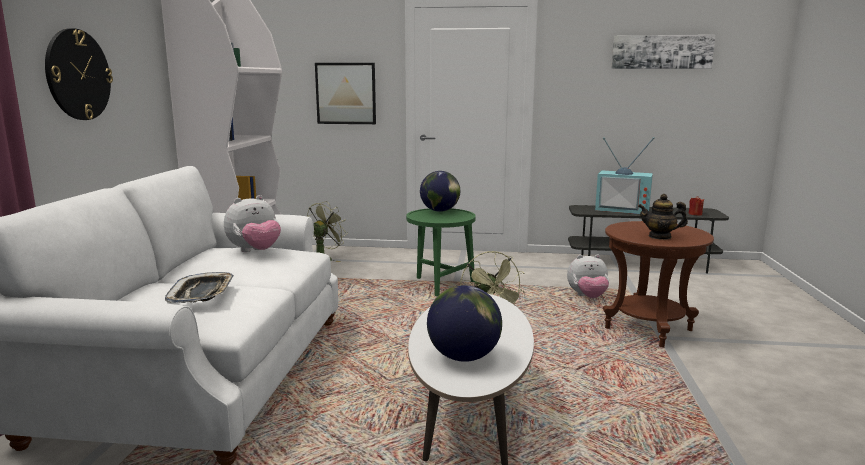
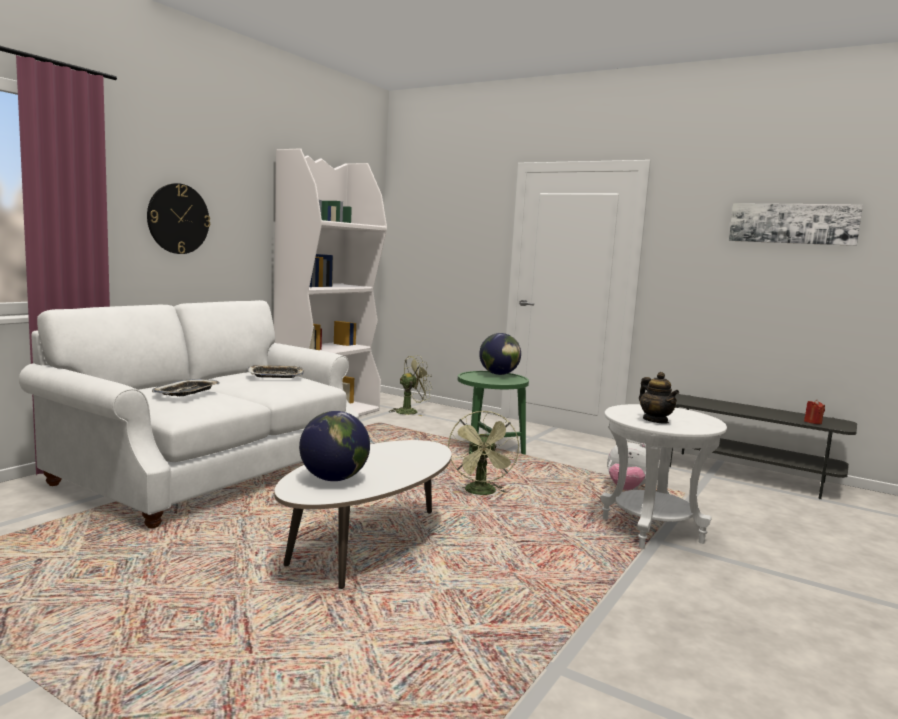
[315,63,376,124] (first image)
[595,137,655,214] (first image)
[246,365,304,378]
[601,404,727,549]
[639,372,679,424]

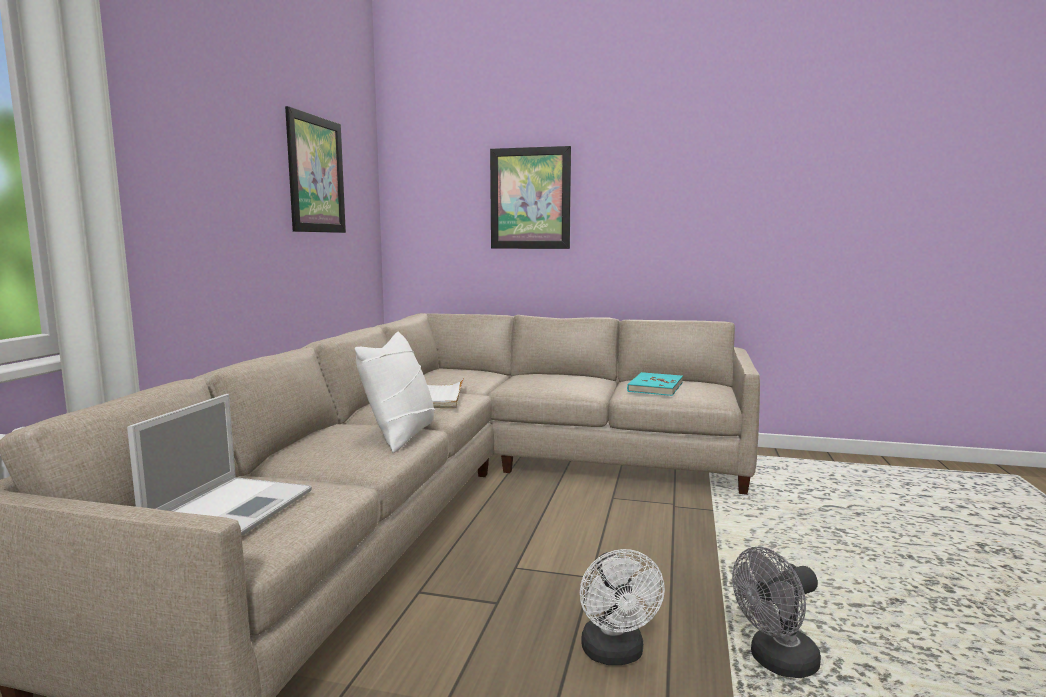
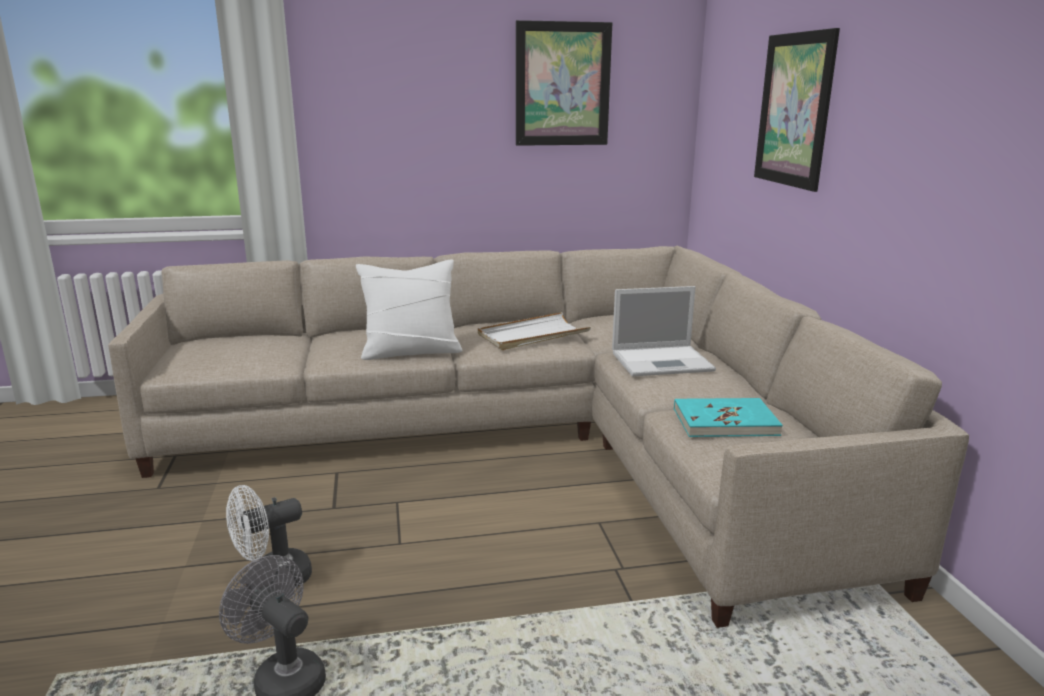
[612,286,716,377]

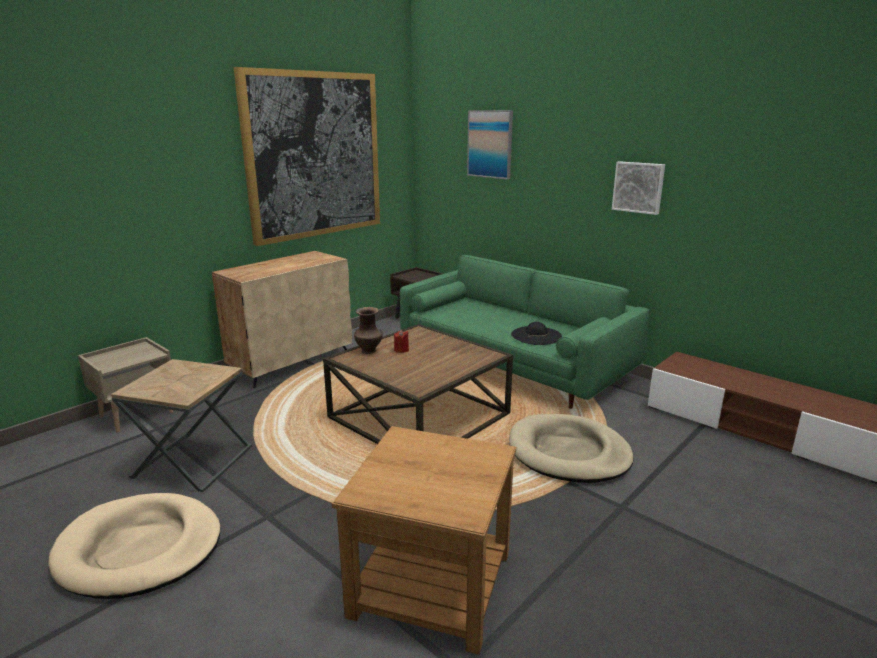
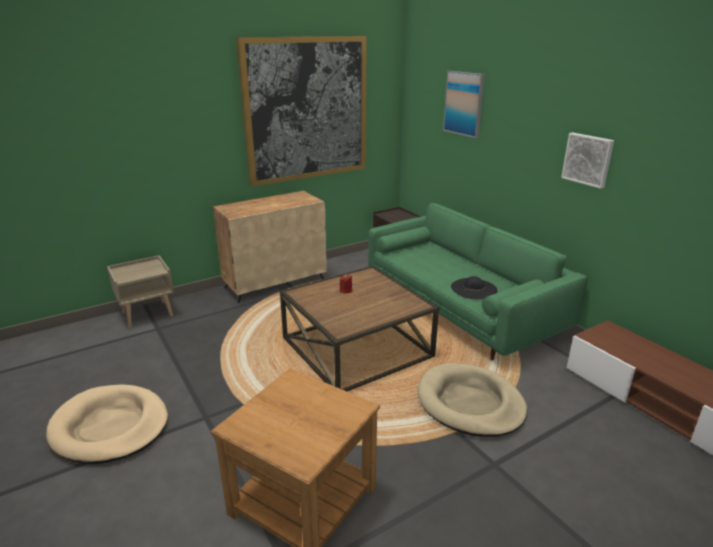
[111,359,252,492] (first image)
[354,307,383,354] (first image)

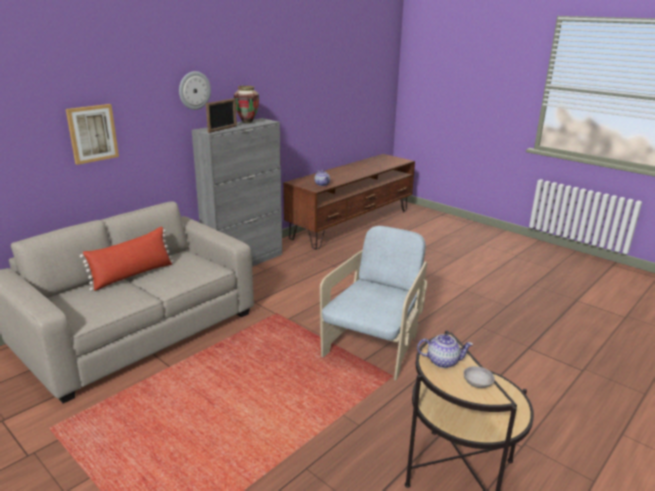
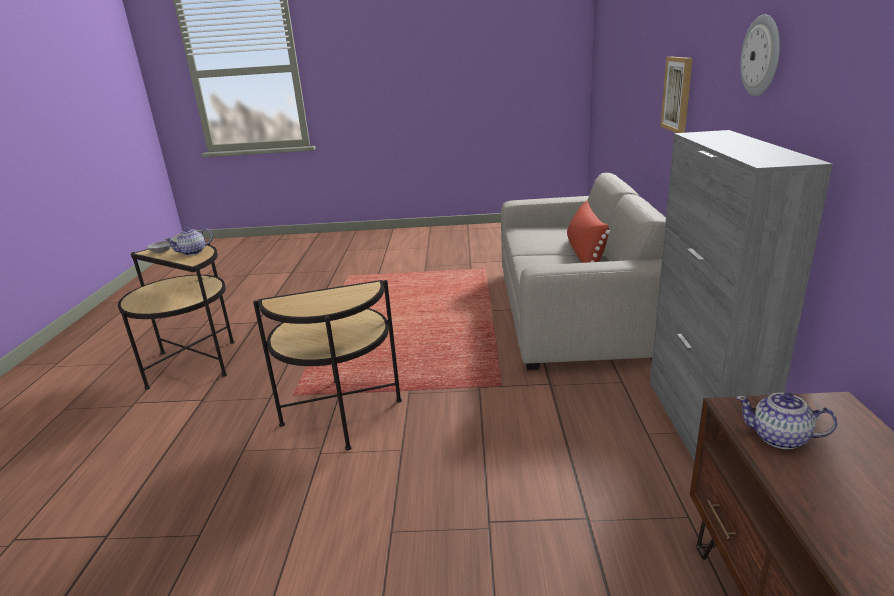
[206,98,237,133] (first image)
[234,86,259,123] (first image)
[253,280,402,450]

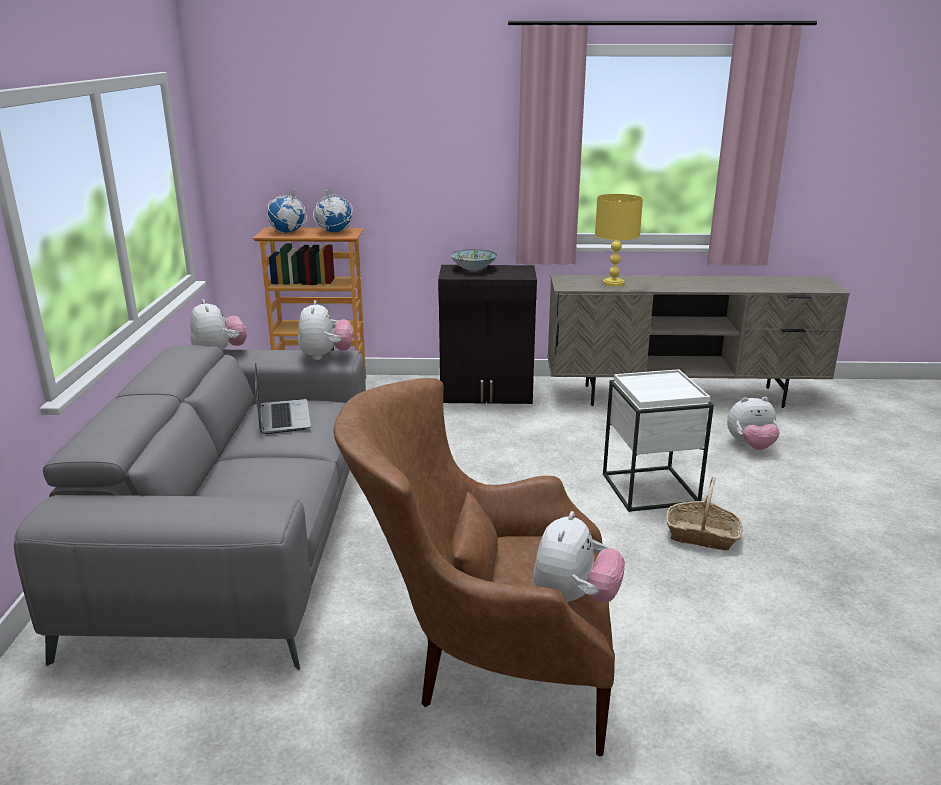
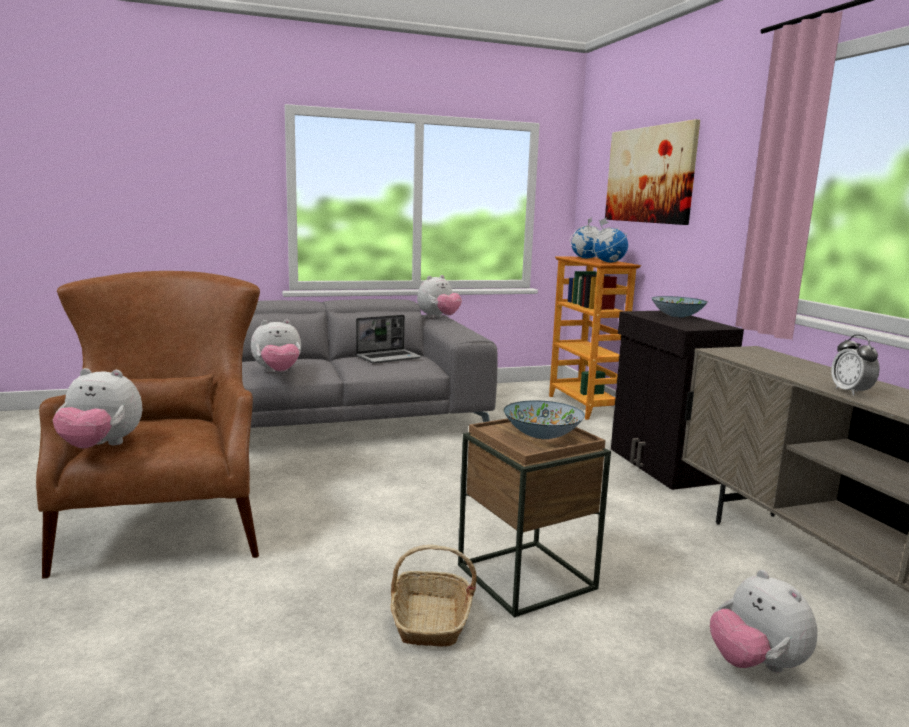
[595,194,643,286] (first image)
[503,400,585,439]
[605,119,700,225]
[831,334,880,396]
[251,319,301,372]
[458,418,611,618]

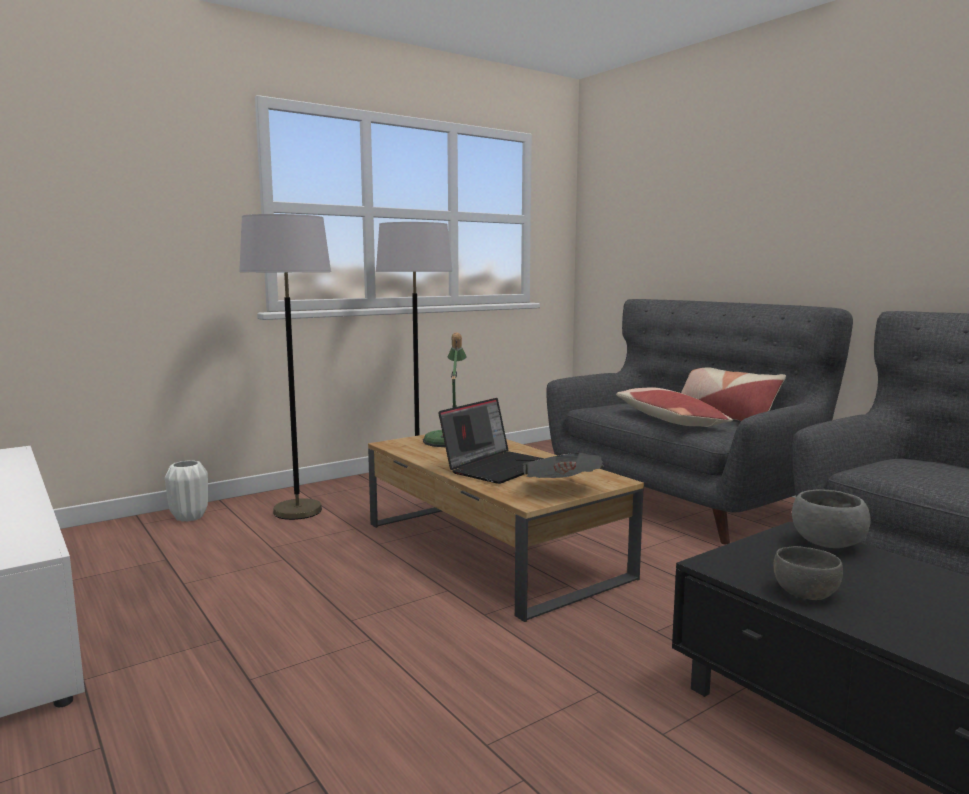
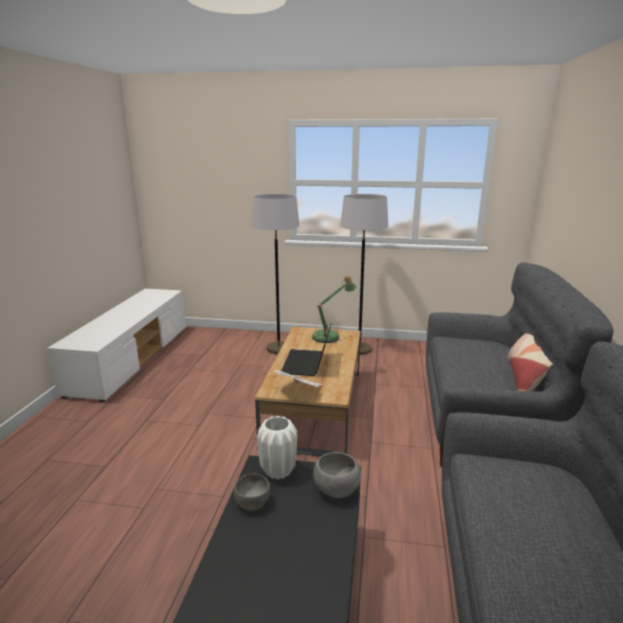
[616,388,733,427] (first image)
[257,416,297,479]
[281,323,332,376]

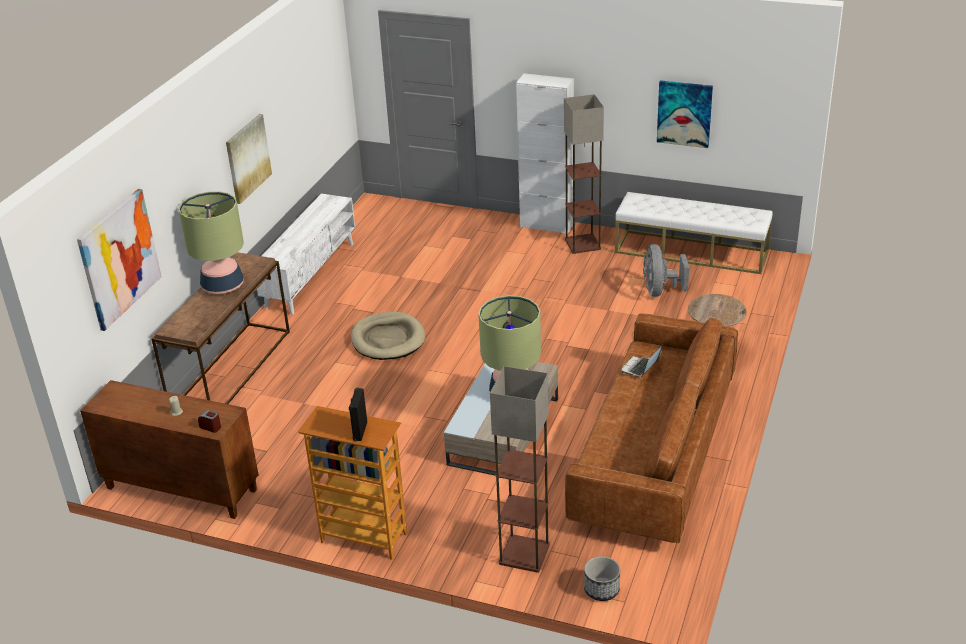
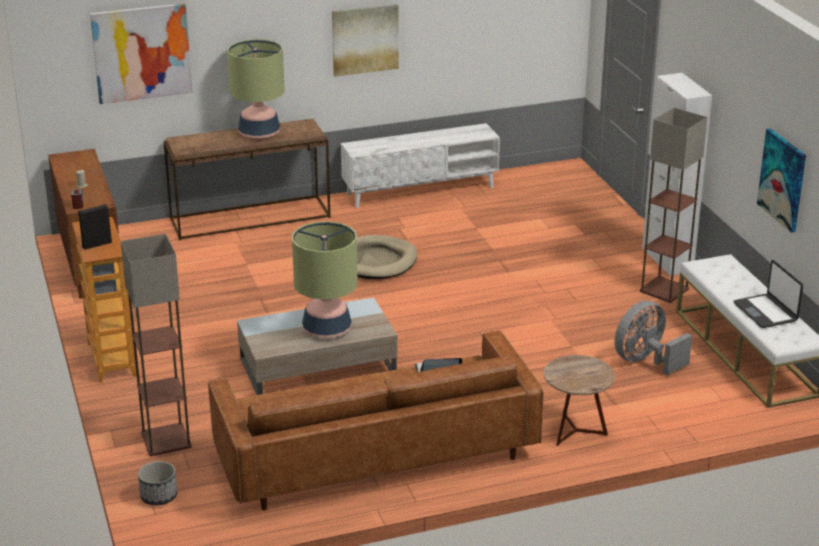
[734,260,803,328]

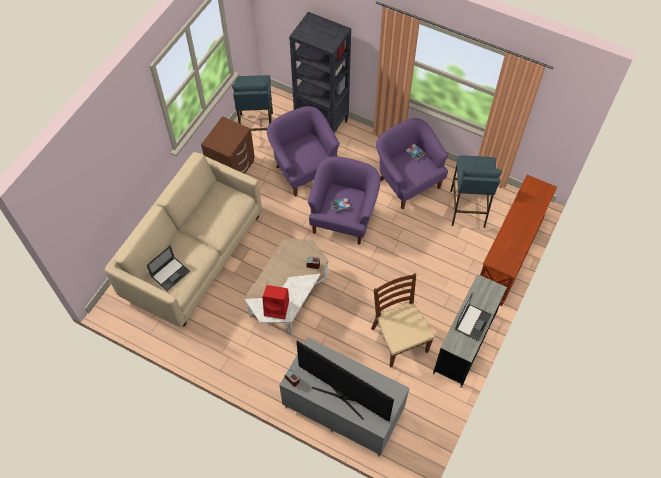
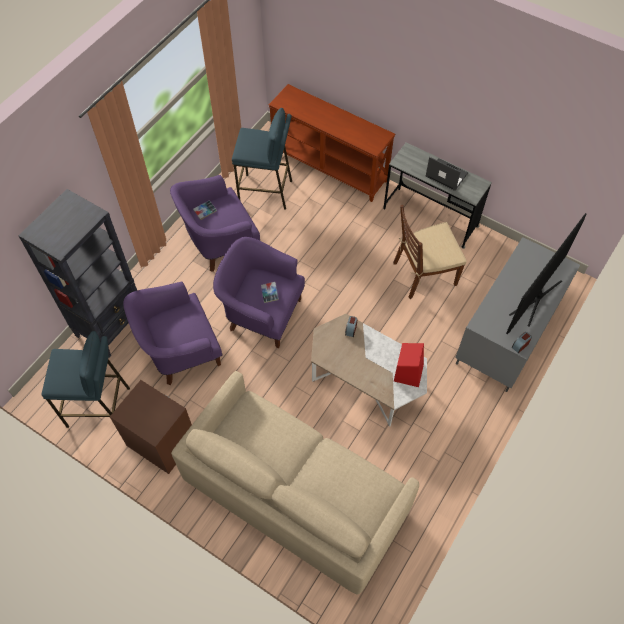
[147,245,190,291] (first image)

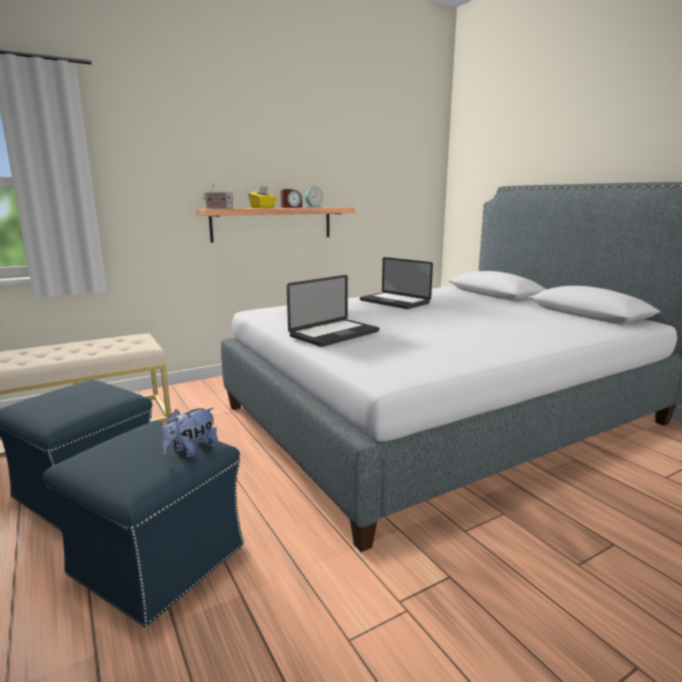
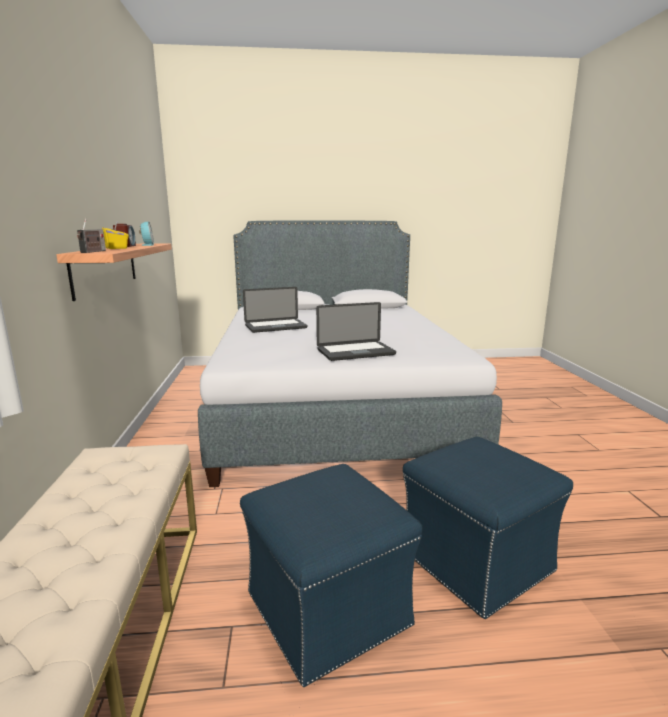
[162,408,218,458] (first image)
[316,302,396,361]

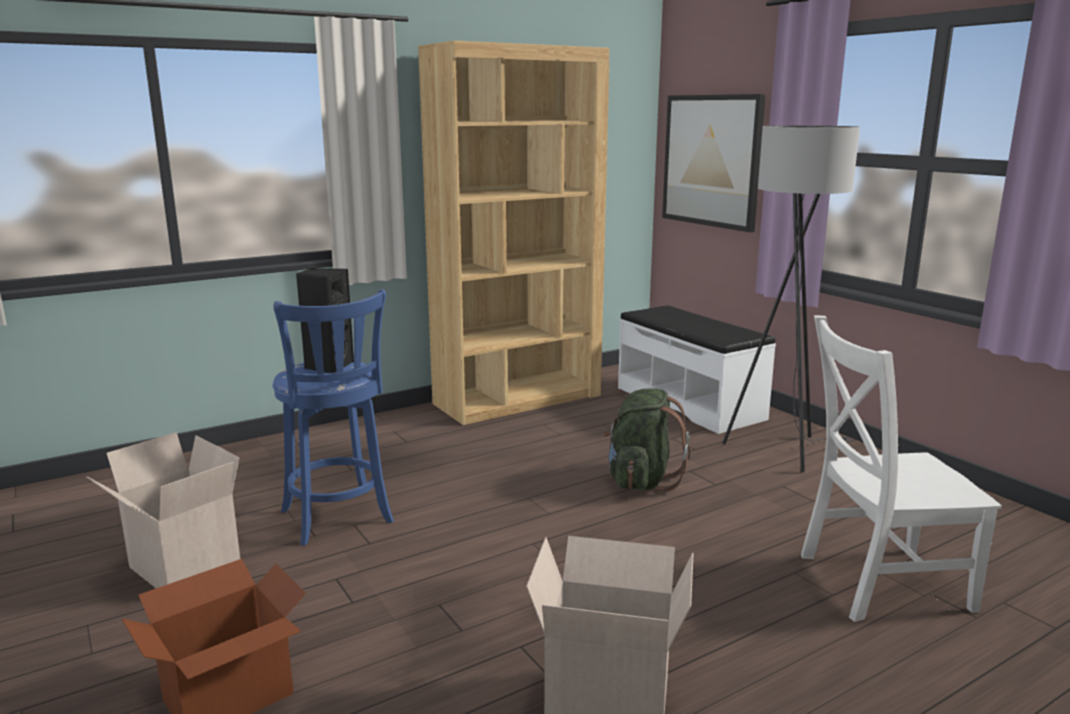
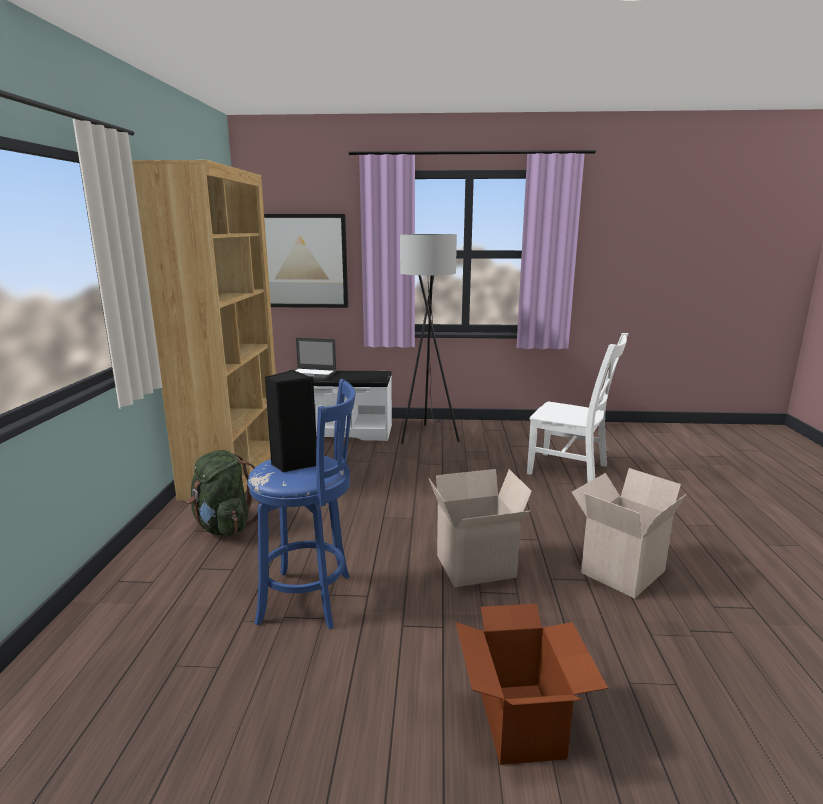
[295,338,337,380]
[429,469,532,587]
[186,450,260,536]
[527,333,628,482]

